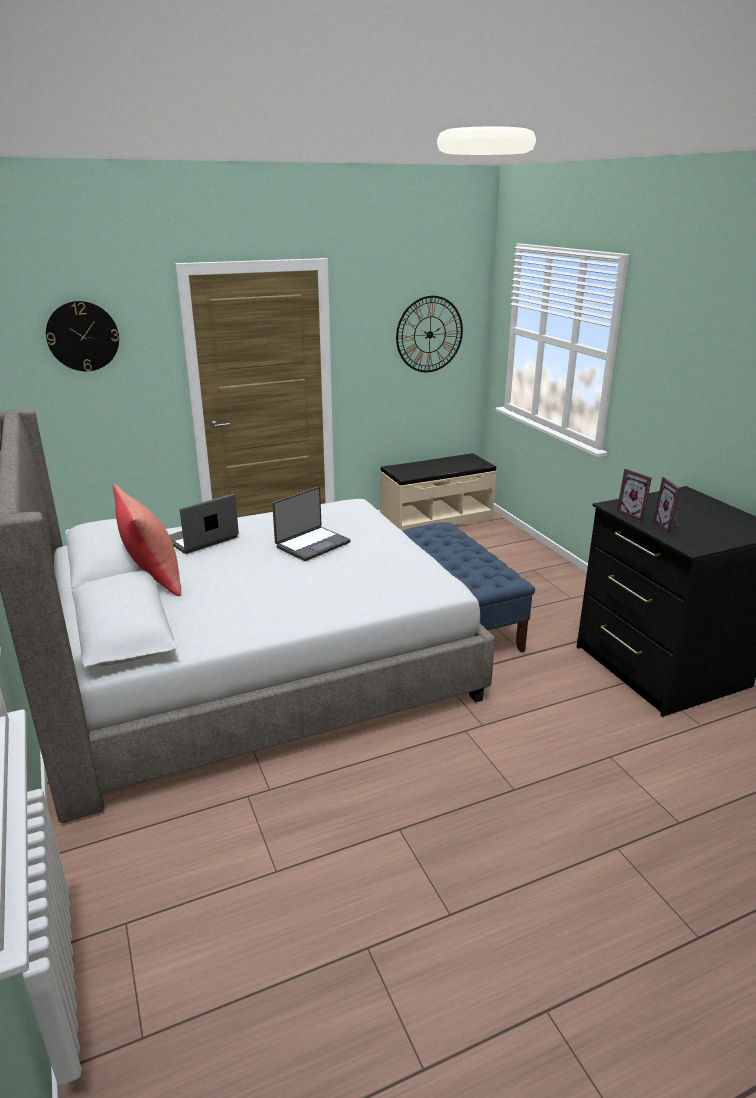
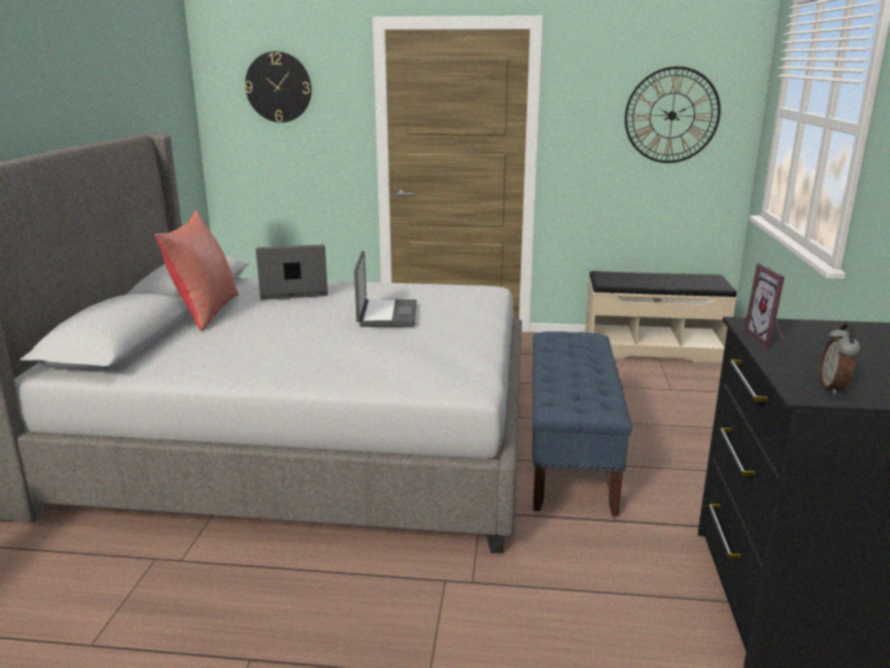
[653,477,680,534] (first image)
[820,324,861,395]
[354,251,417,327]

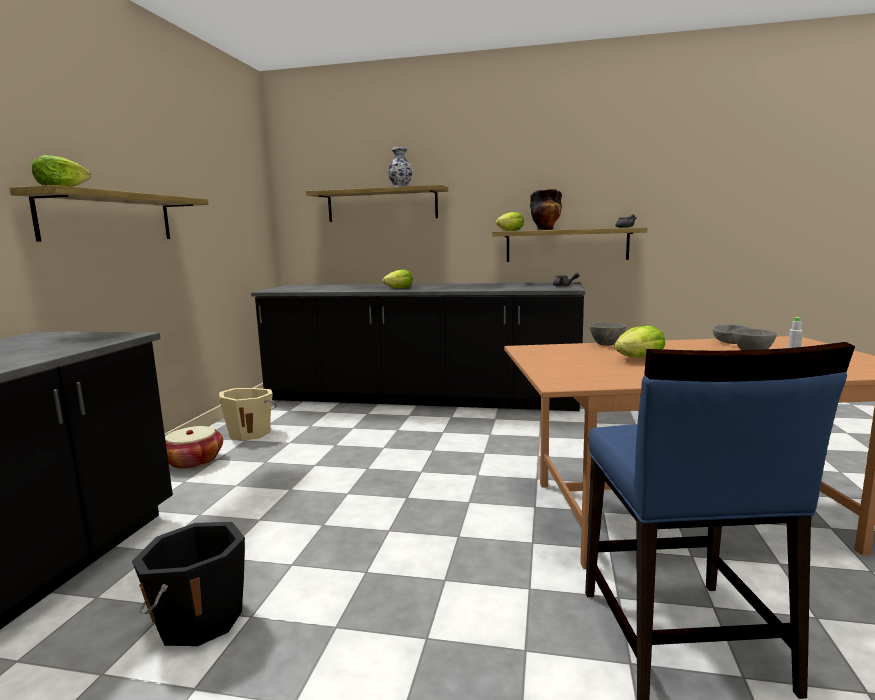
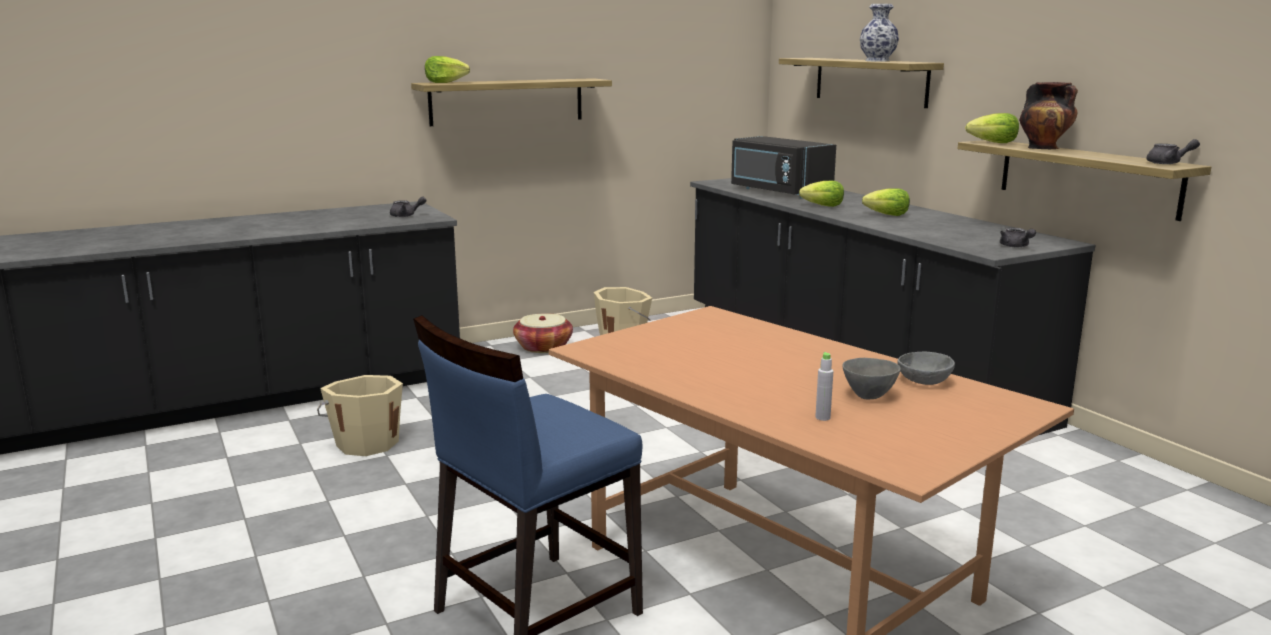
[589,322,627,346] (first image)
[390,196,426,217]
[731,136,836,198]
[862,188,910,216]
[317,375,403,456]

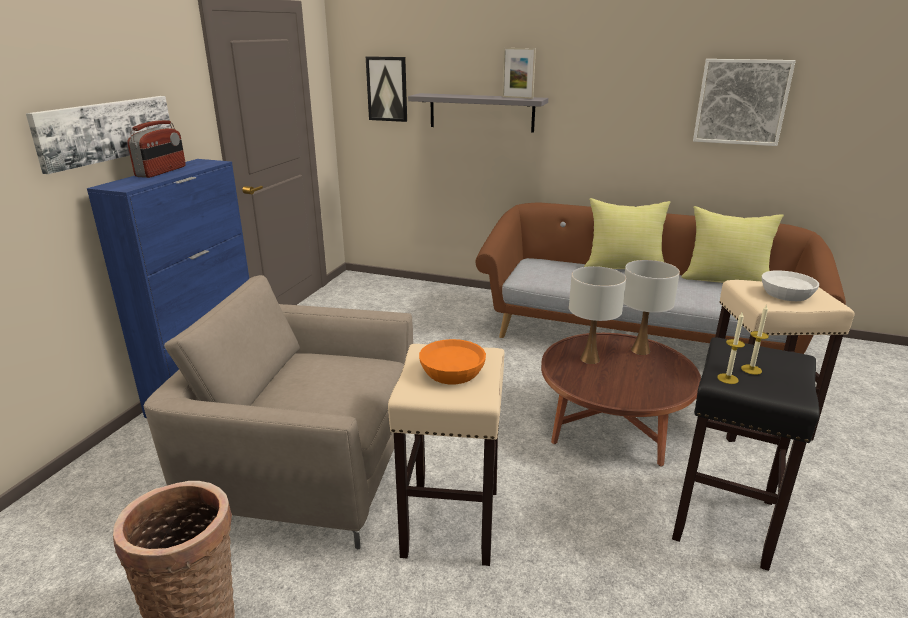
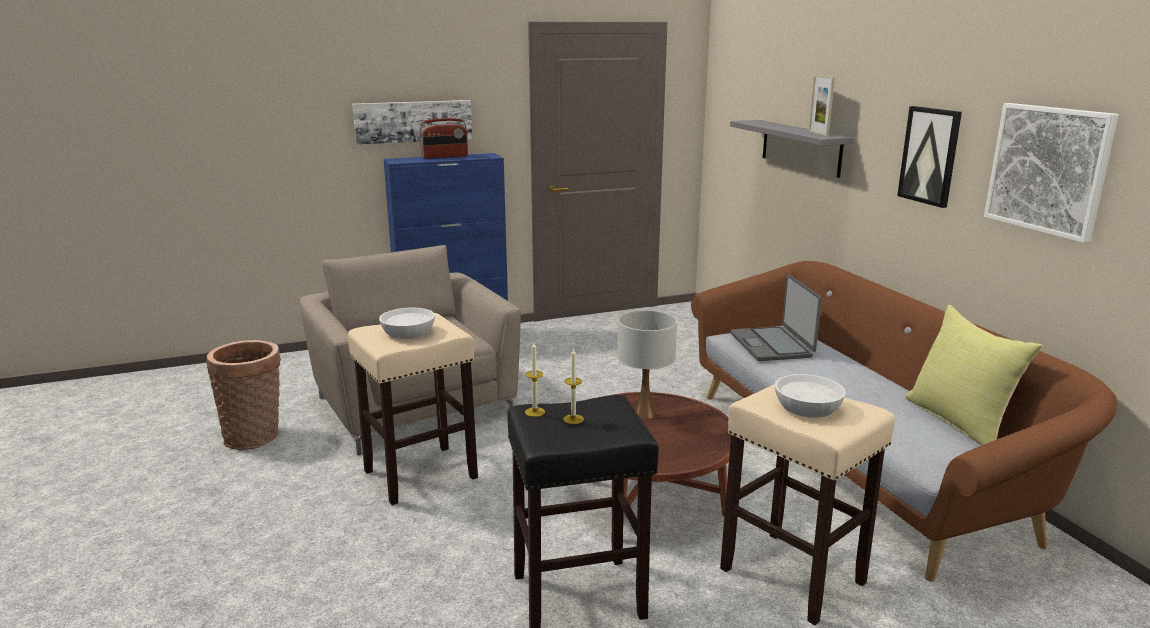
[584,198,670,269] (first image)
[623,260,680,355] (first image)
[731,274,822,361]
[897,106,962,208]
[379,307,435,339]

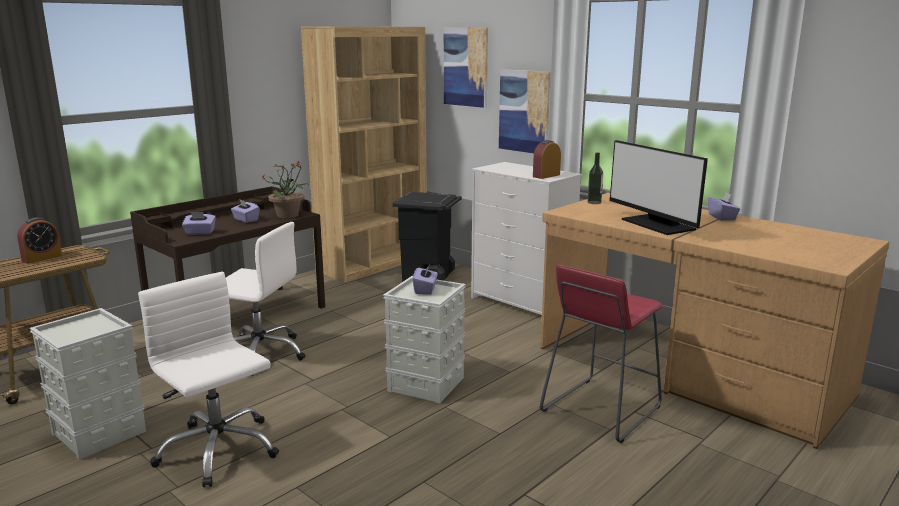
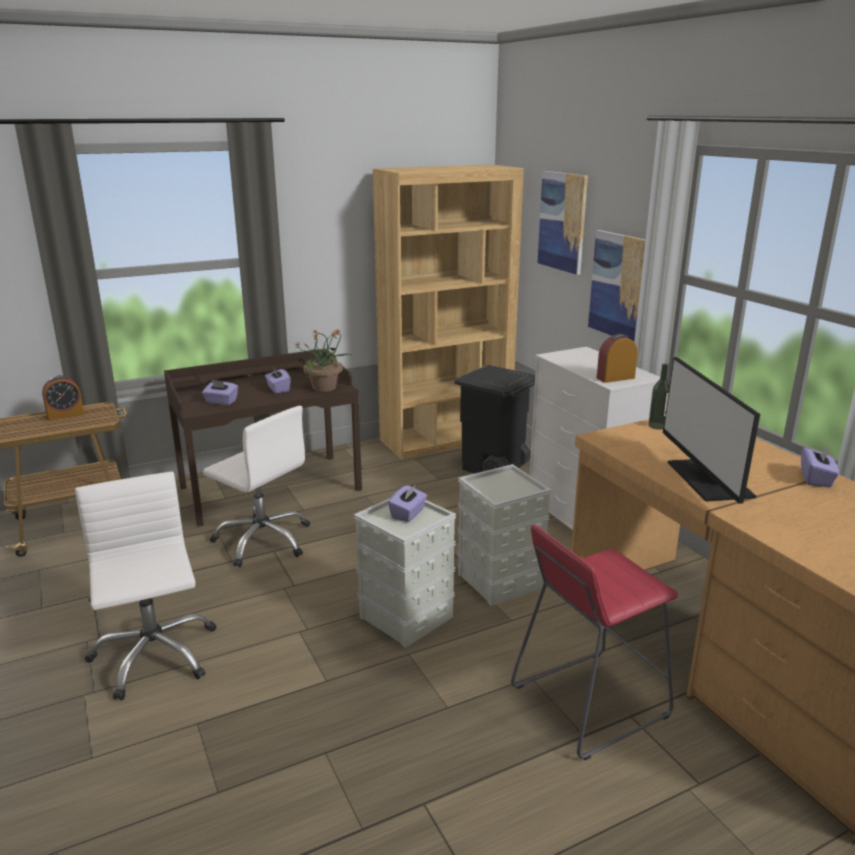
[457,464,552,606]

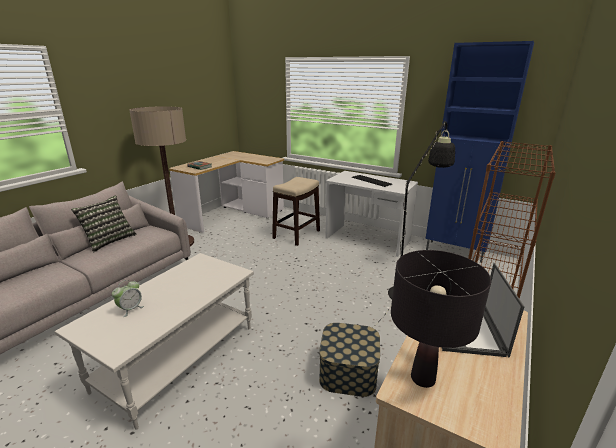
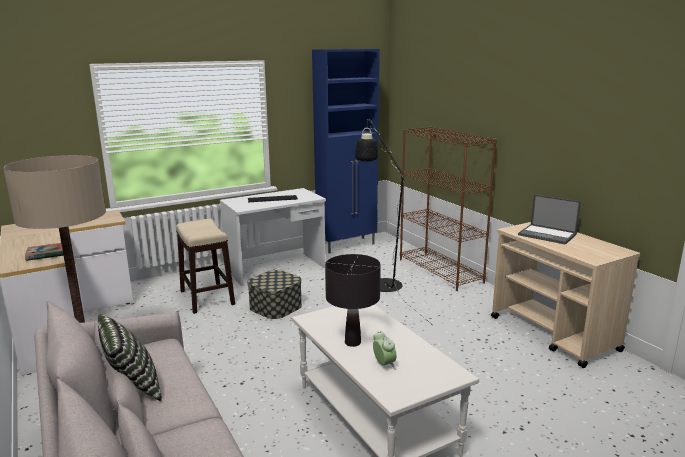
[247,270,302,319]
[325,254,381,347]

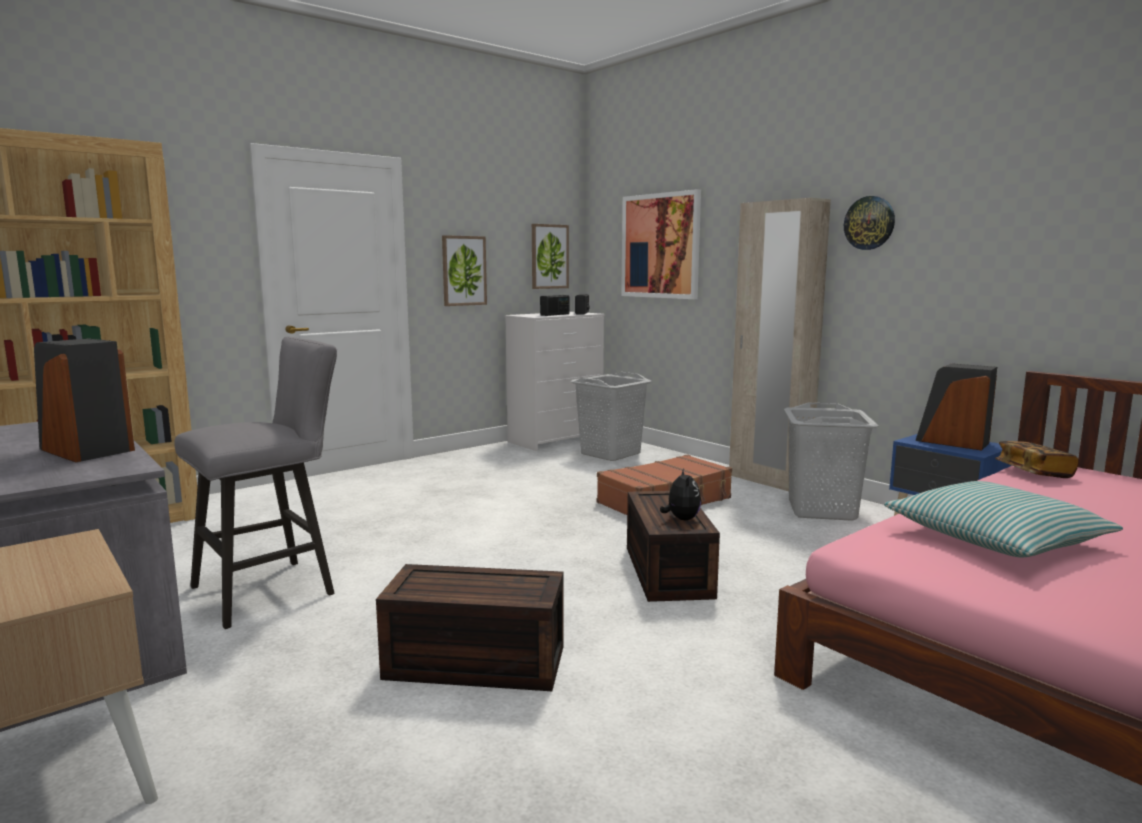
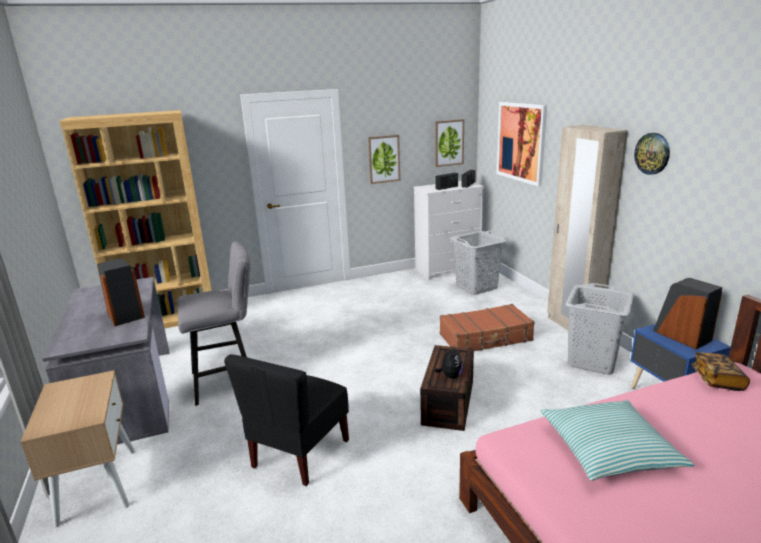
[224,354,349,486]

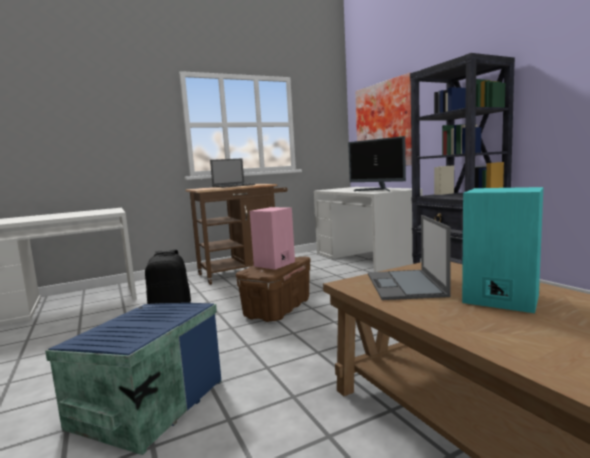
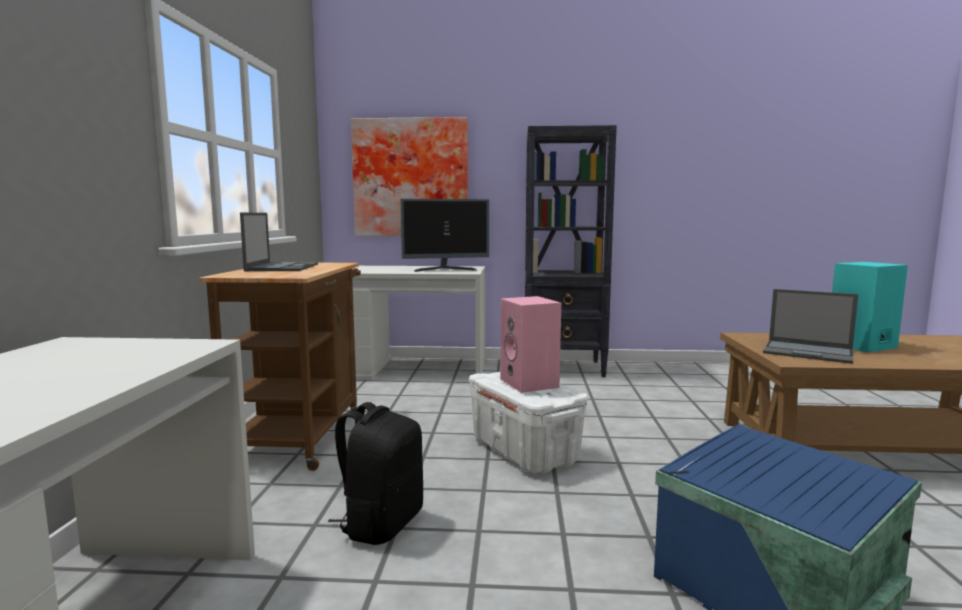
[469,372,588,474]

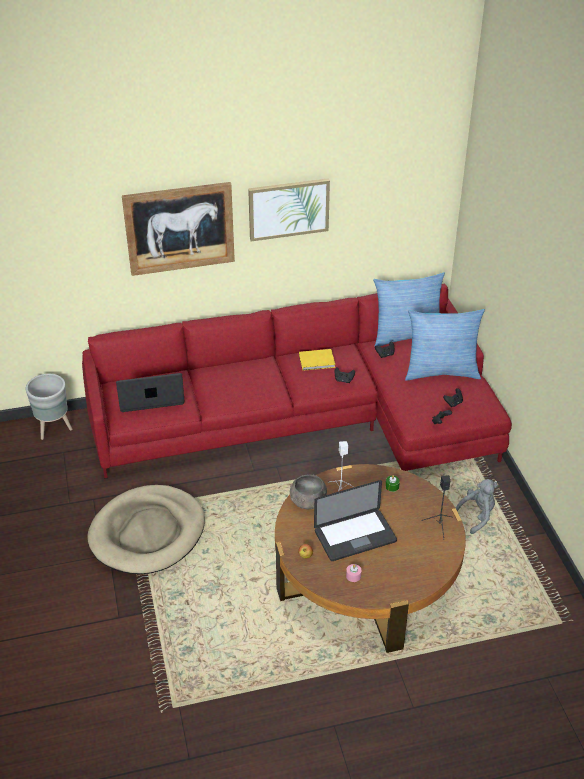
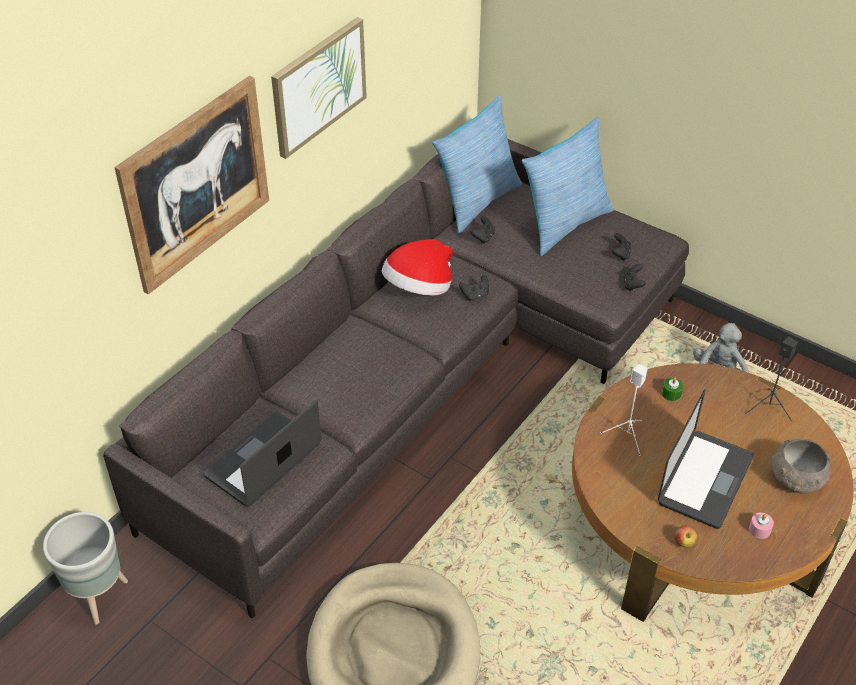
[771,439,831,493]
[382,239,453,295]
[103,139,689,618]

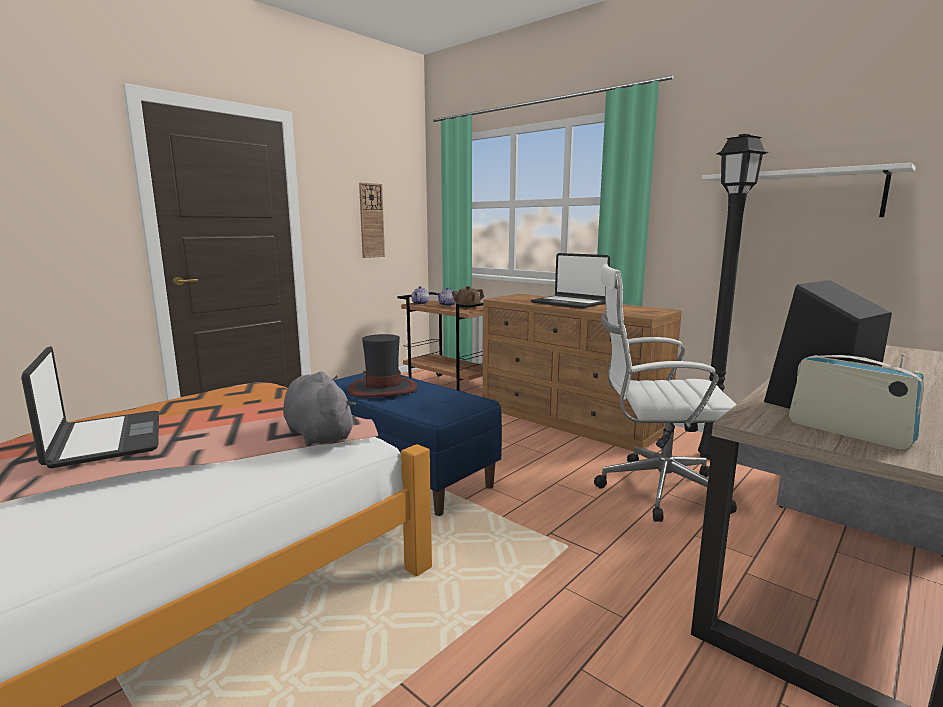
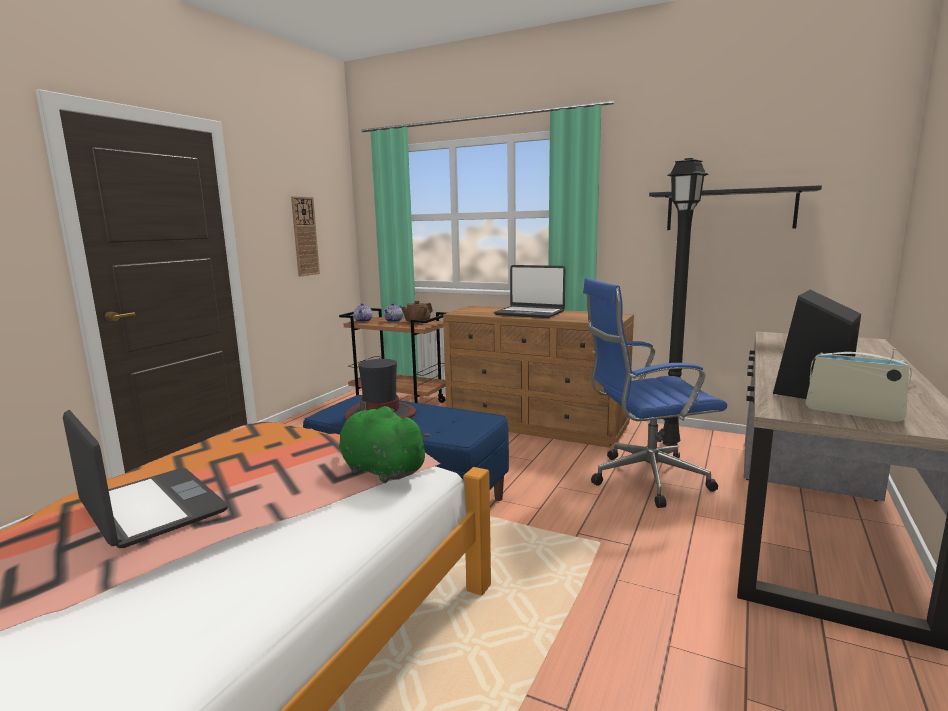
[339,406,430,483]
[583,277,727,508]
[649,185,822,230]

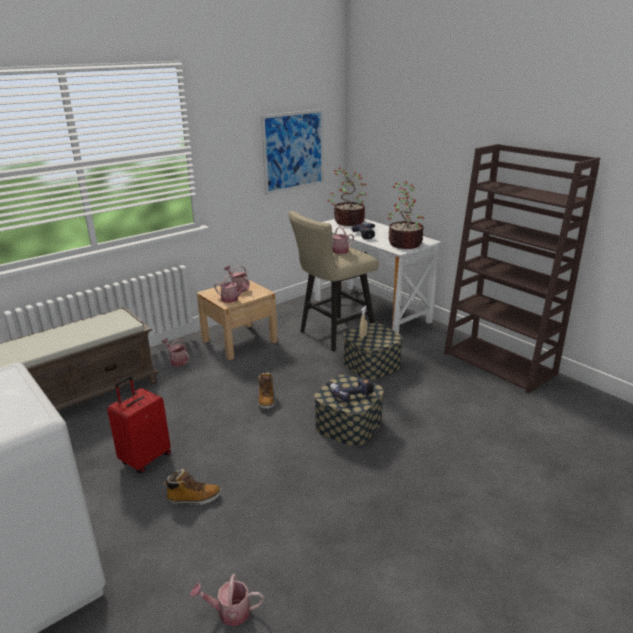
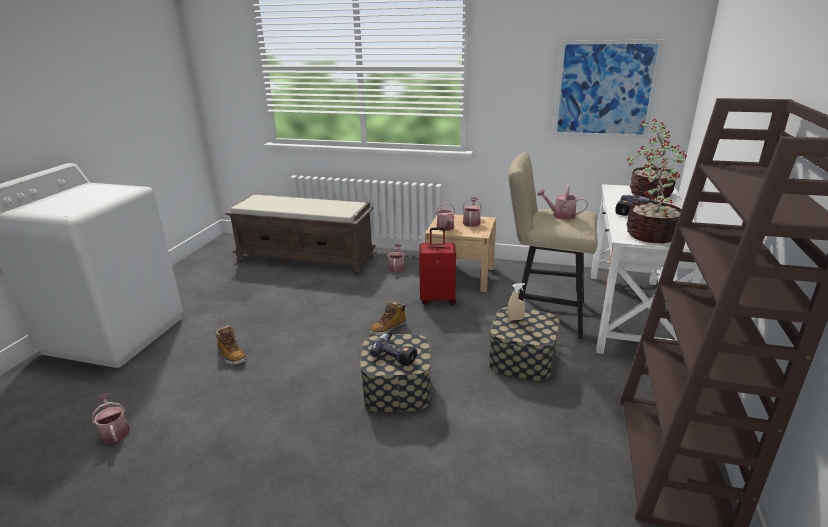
[419,228,456,305]

